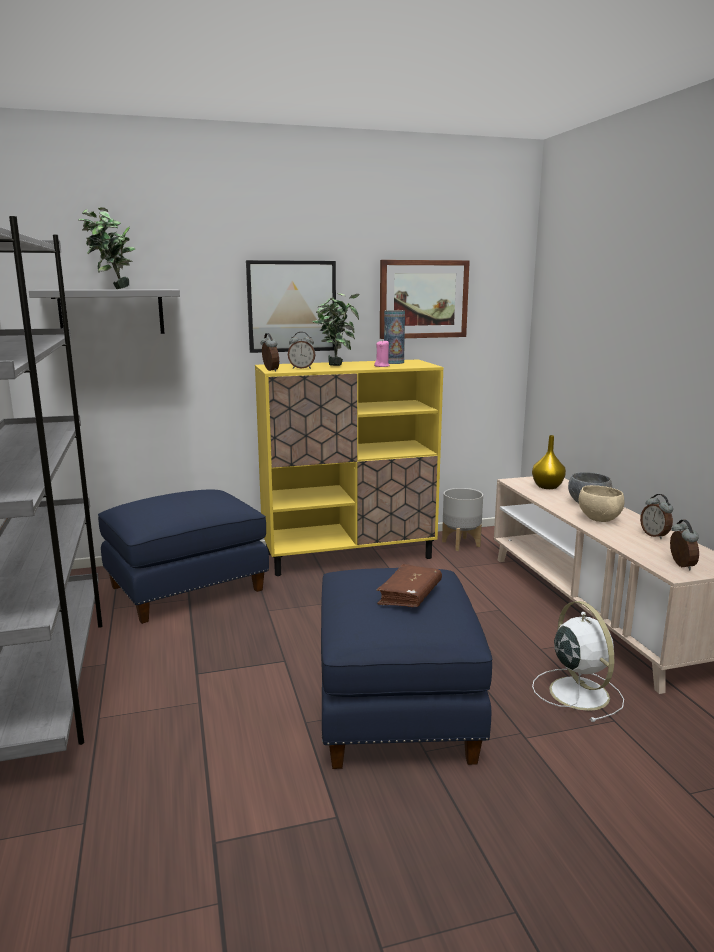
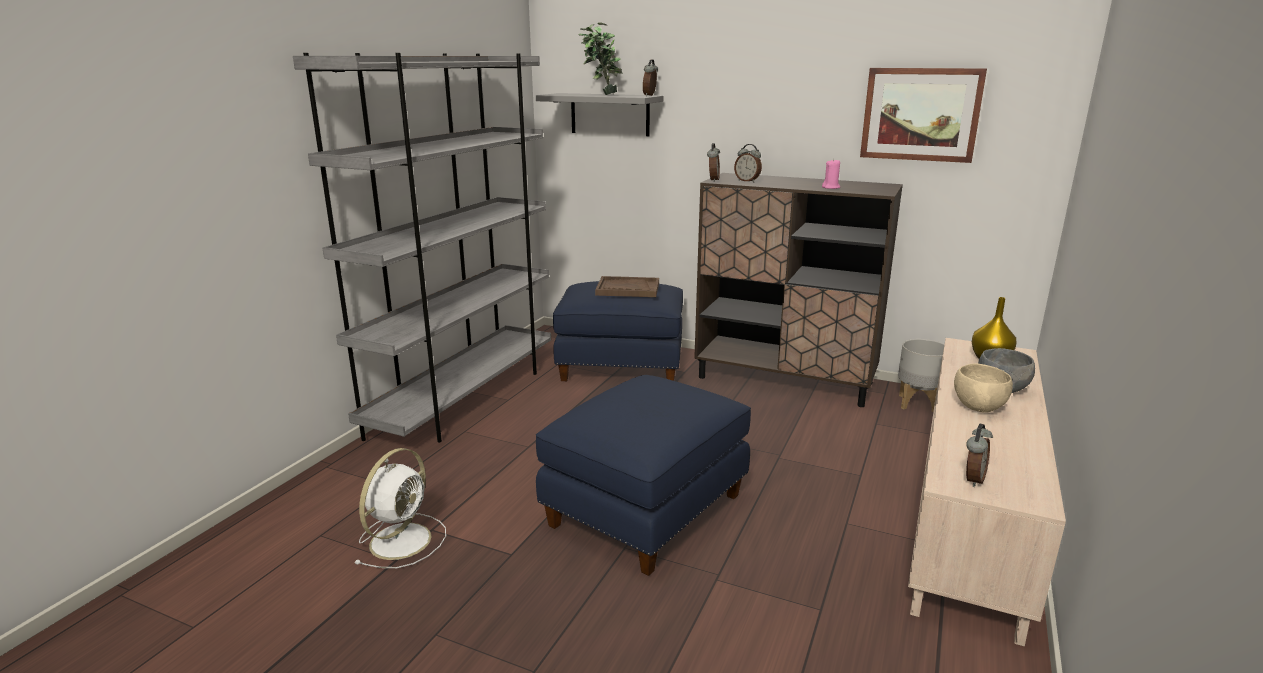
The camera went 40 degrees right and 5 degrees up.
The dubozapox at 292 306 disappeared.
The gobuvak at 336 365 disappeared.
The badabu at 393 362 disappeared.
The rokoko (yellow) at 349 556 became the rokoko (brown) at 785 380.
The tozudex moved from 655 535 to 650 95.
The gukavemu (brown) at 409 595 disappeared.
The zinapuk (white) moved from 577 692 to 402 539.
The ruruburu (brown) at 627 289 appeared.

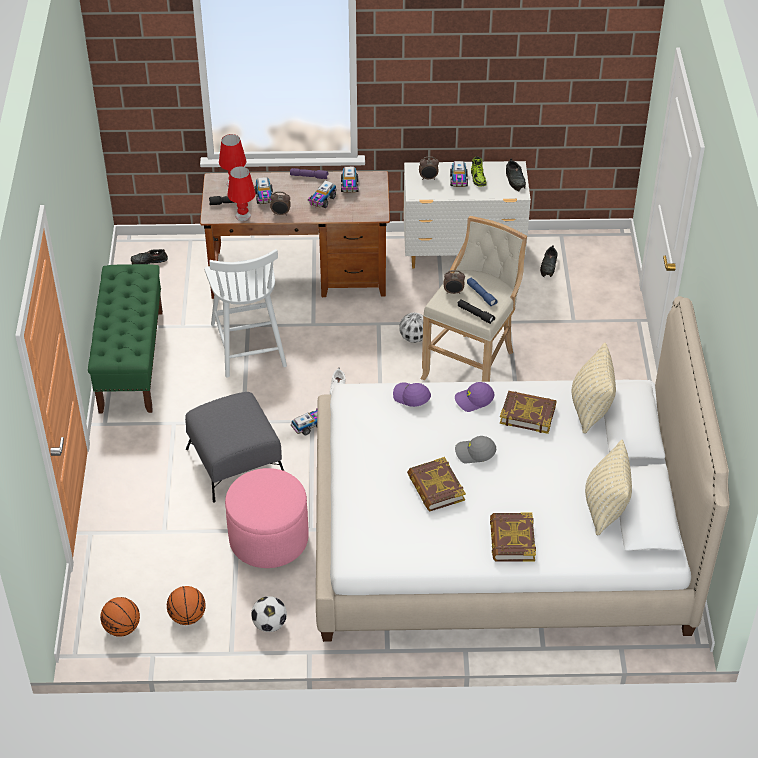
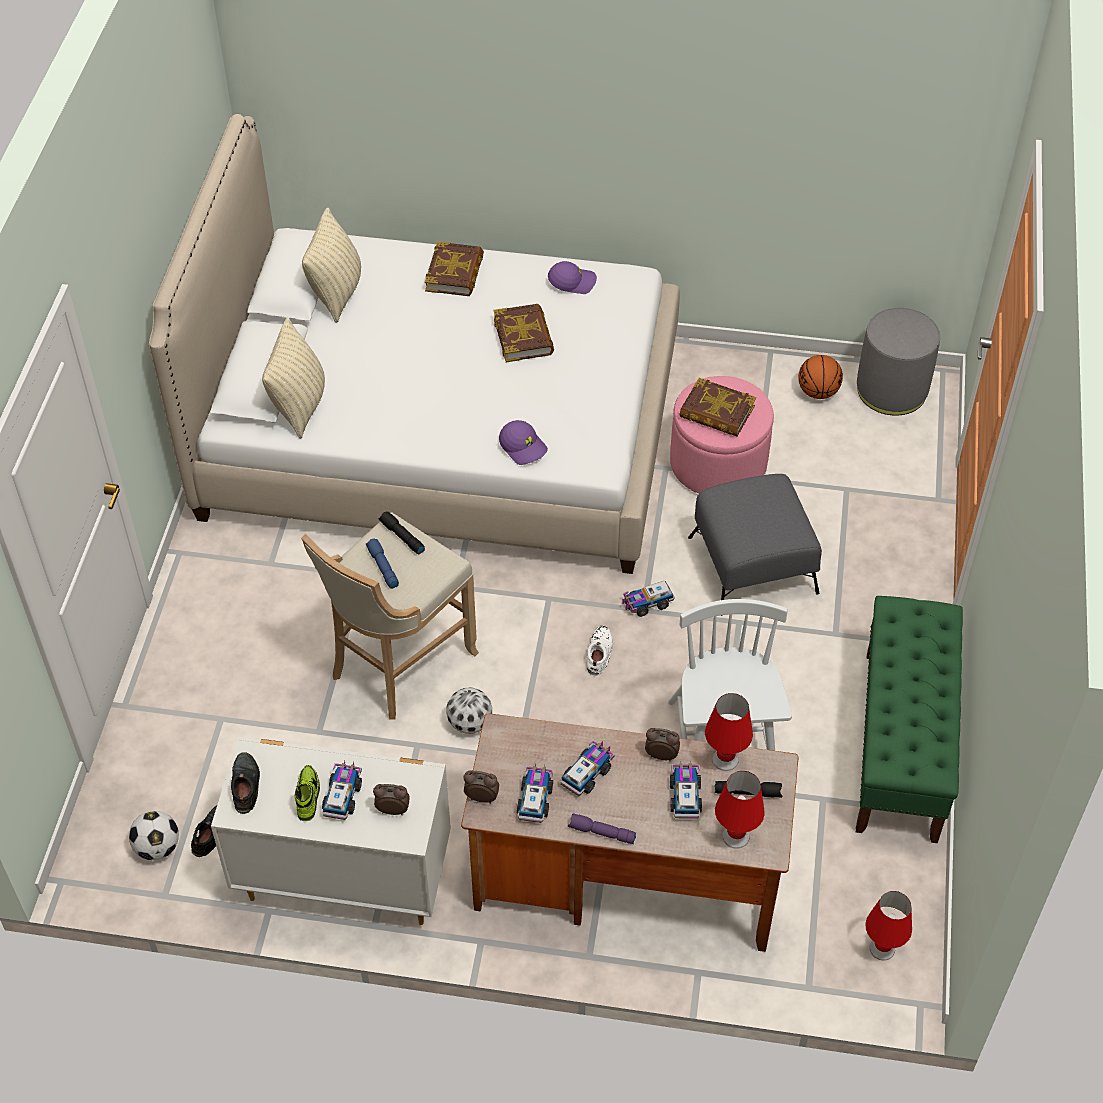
The camera went 170 degrees left and 5 degrees up.
The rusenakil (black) at 148 260 was replaced by the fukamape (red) at 882 948.
The tozudex moved from 453 292 to 482 797.
The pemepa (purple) moved from 474 400 to 572 281.
The gukavemu moved from 527 414 to 716 412.
The pemepa (grey) at 475 453 disappeared.
The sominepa moved from 269 624 to 157 847.
The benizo at 122 628 was replaced by the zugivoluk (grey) at 892 390.

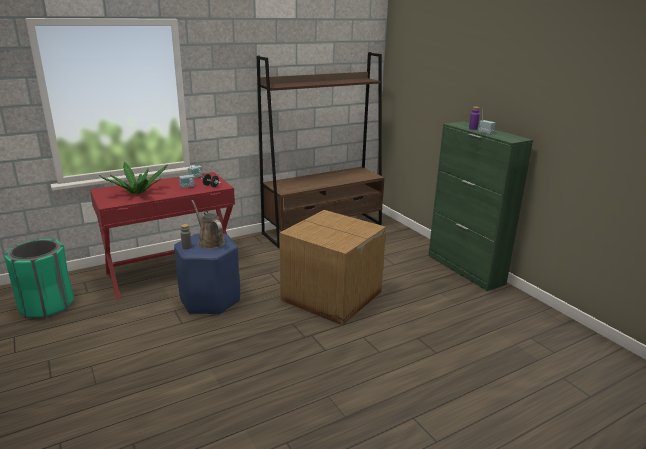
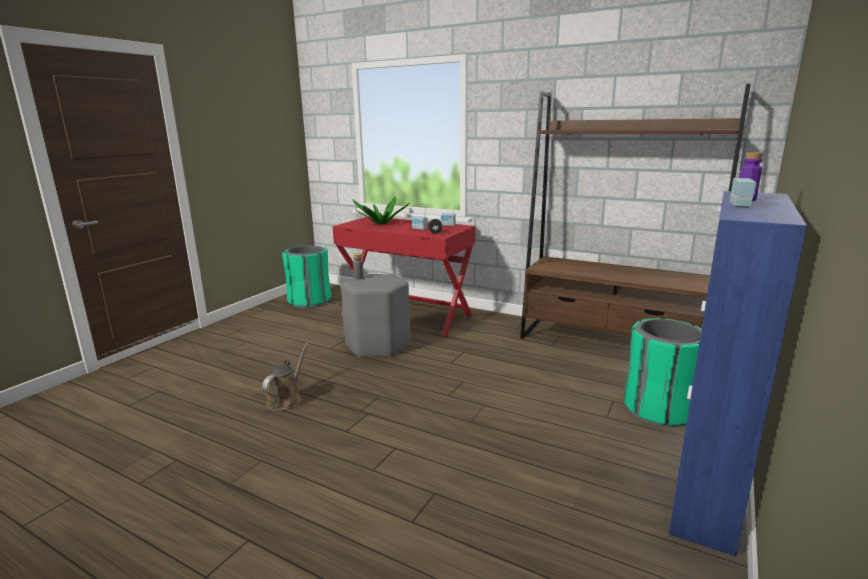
The camera went 60 degrees right and 5 degrees down.
The rokoko (green) at 465 269 became the rokoko (blue) at 705 488.
The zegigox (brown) moved from 210 242 to 286 399.
The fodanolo at 332 297 disappeared.
The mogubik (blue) at 210 300 became the mogubik (grey) at 377 345.
The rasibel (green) at 659 409 appeared.

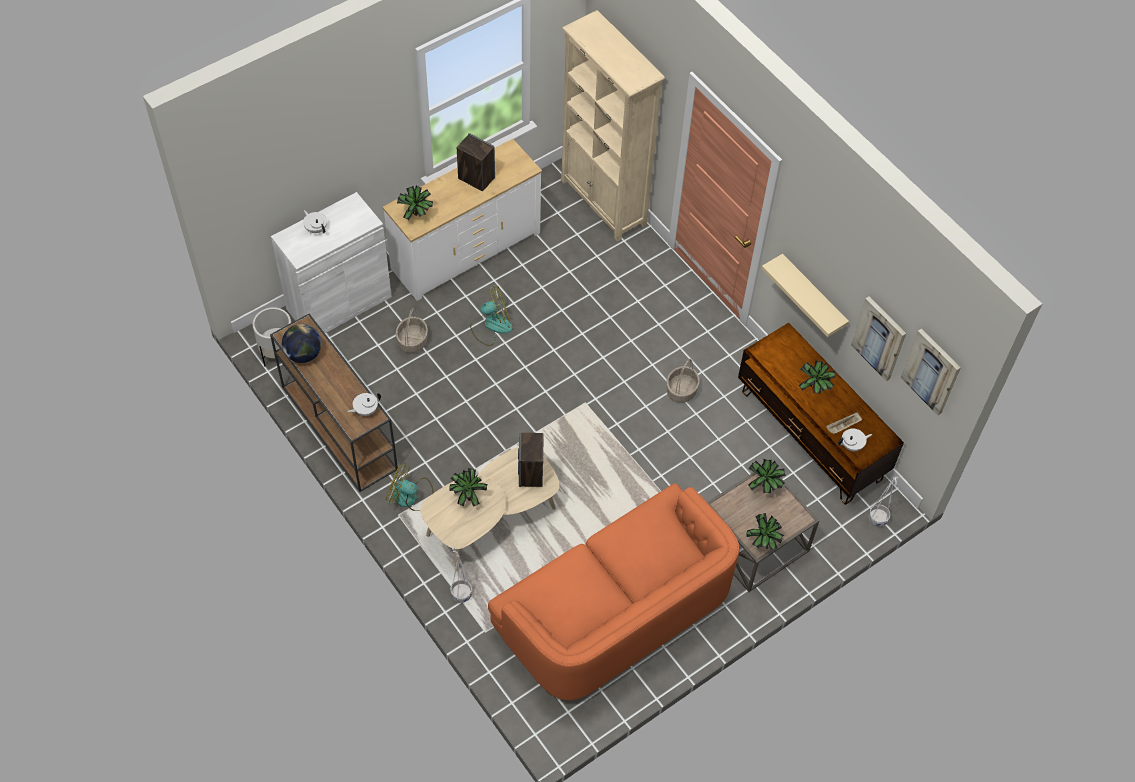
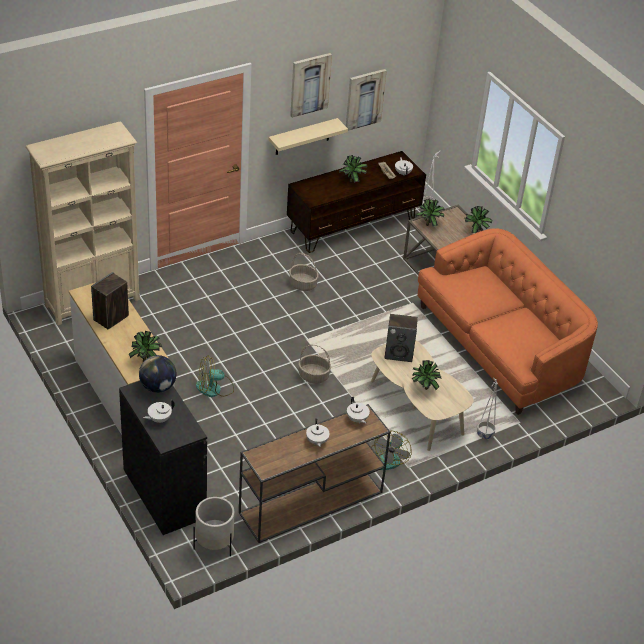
The camera went 85 degrees left and 15 degrees down.
The rokoko (white) at 339 303 became the rokoko (black) at 164 493.
The zinapuk at 491 326 turned 90 degrees counterclockwise.
The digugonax moved from 412 341 to 313 376.
The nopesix moved from 303 354 to 158 387.
The dubozapox moved from 931 371 to 310 84.
The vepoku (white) at 316 441 appeared.

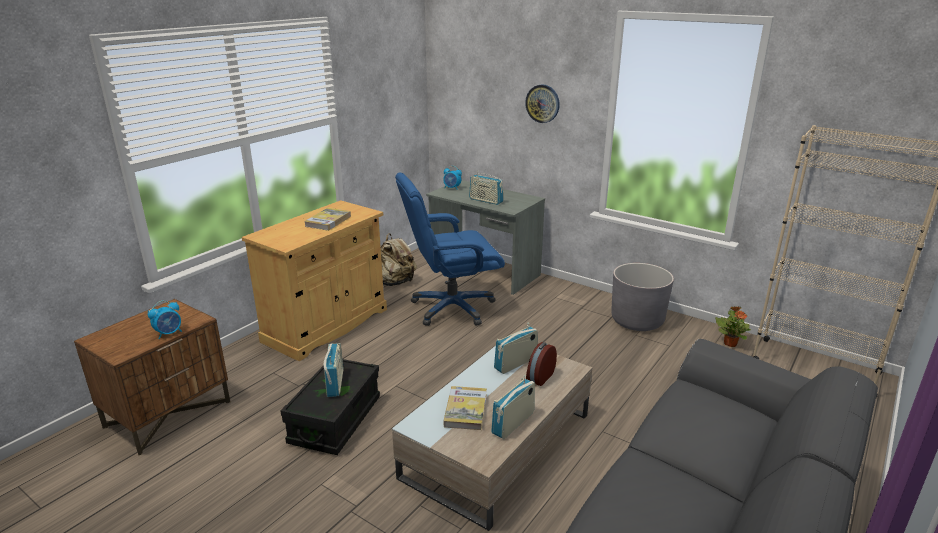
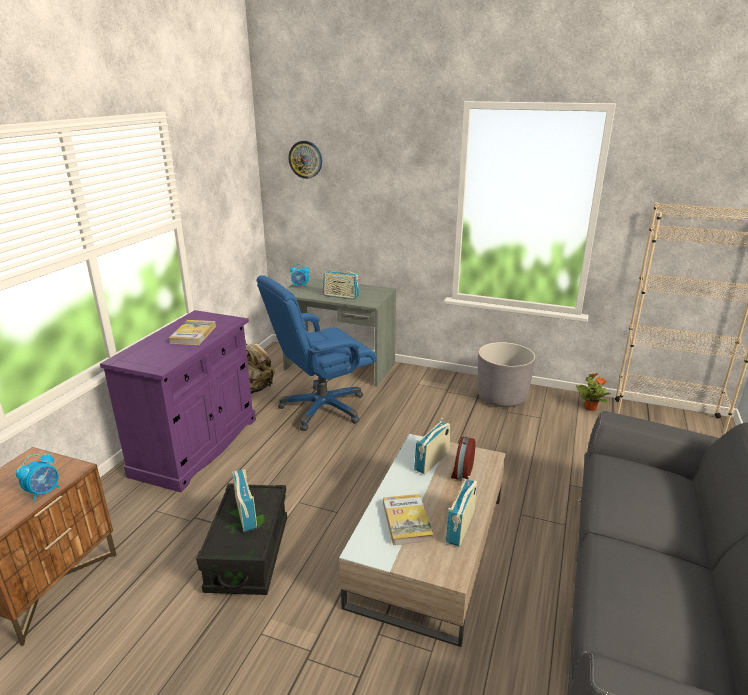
The camera went 15 degrees left and 0 degrees up.
The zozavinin moved from 542 103 to 305 159.
The rokoko (beige) at 326 325 became the rokoko (purple) at 196 446.

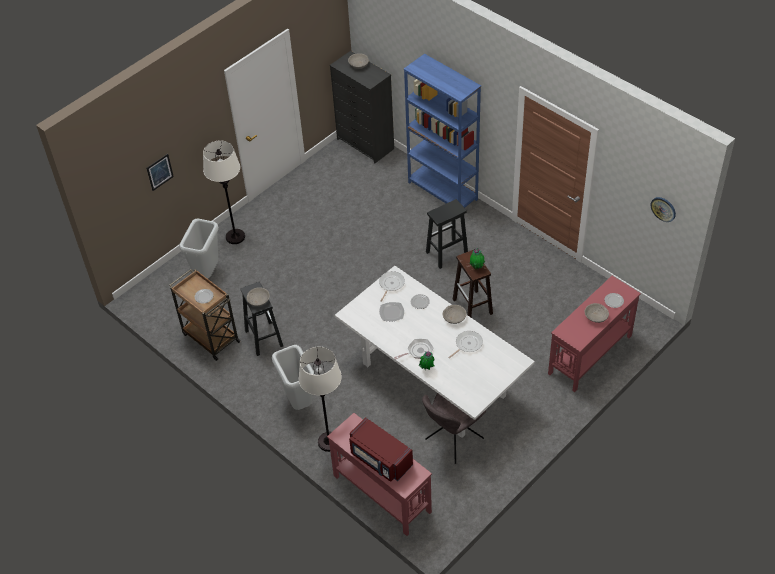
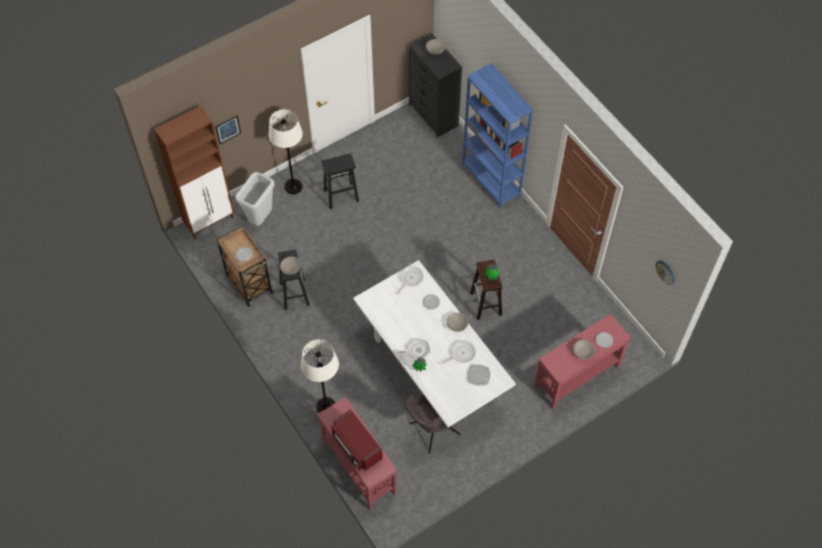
The camera went 10 degrees right and 10 degrees up.
The mogubik (black) moved from 446 254 to 340 196.
The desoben moved from 391 312 to 478 375.
The rasibel (grey) at 298 402 disappeared.
The rokoko (brown) at 210 221 appeared.

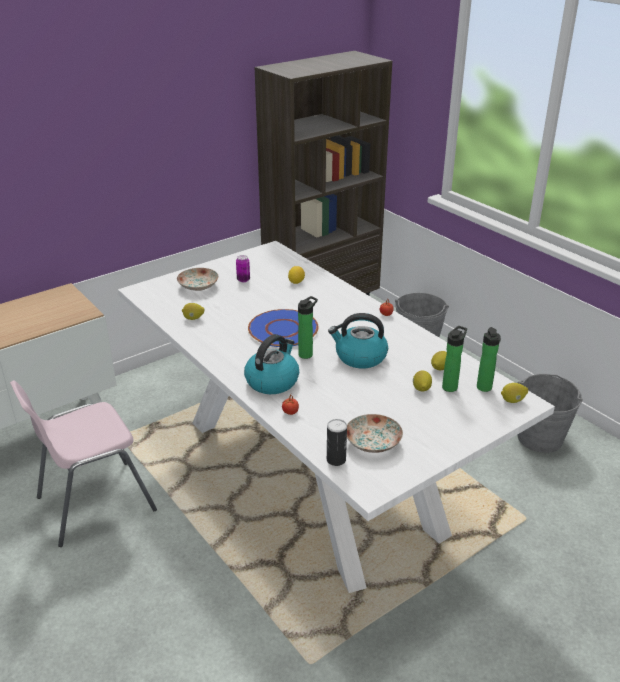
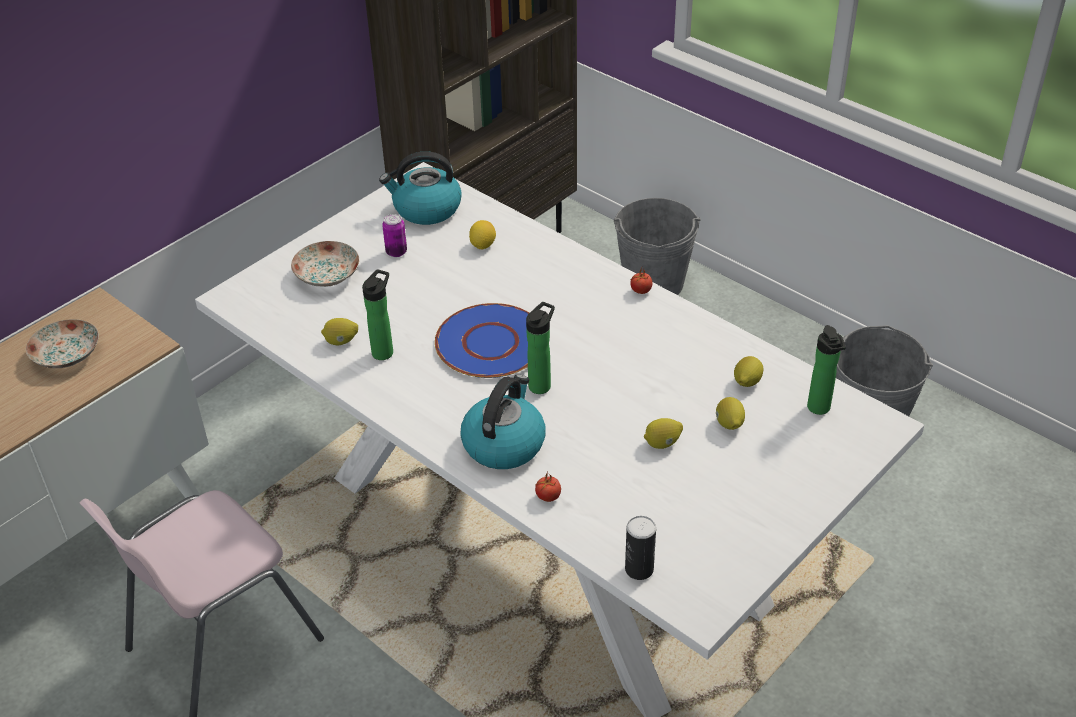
The camera went 10 degrees left and 10 degrees up.
The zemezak moved from 360 357 to 426 209.
The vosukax moved from 451 386 to 384 351.
The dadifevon moved from 512 400 to 662 443.
The desoben moved from 373 443 to 66 356.

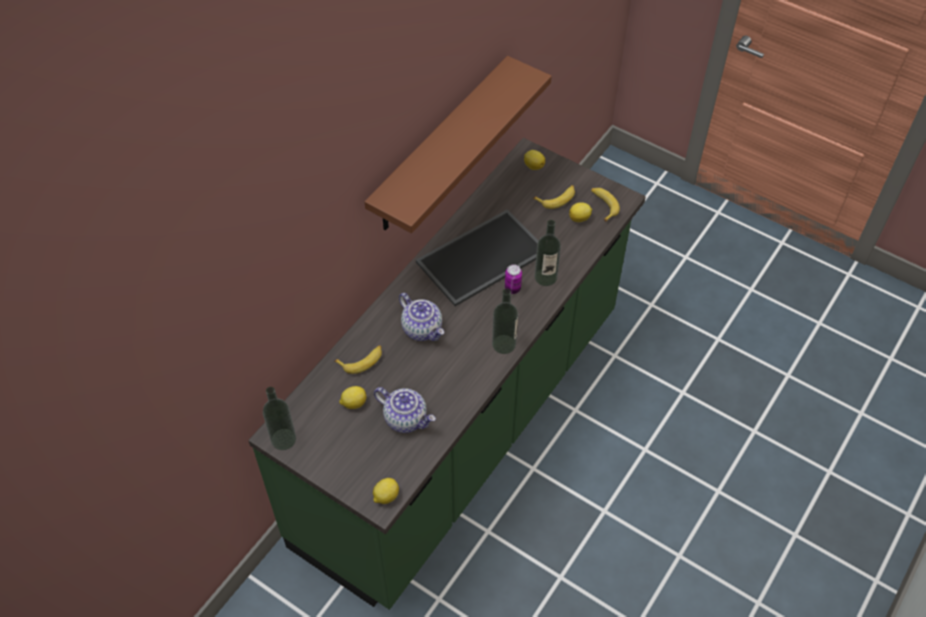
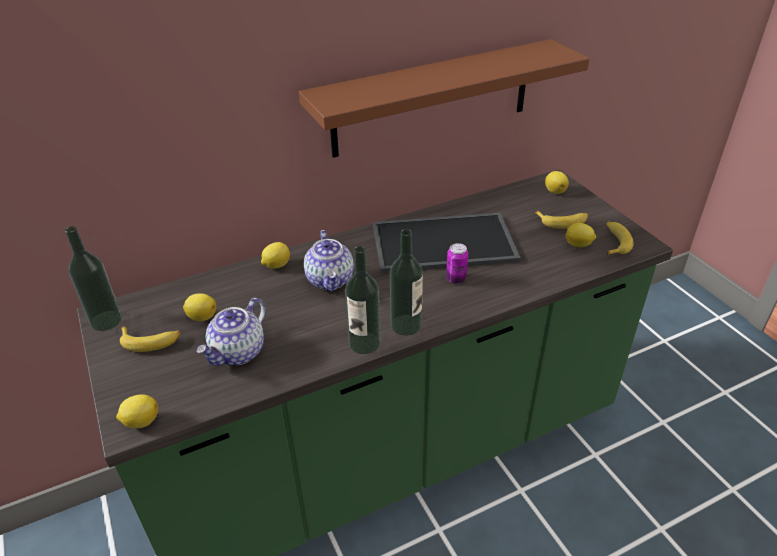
The camera went 30 degrees right and 15 degrees down.
The vosukax moved from 545 277 to 364 343.
The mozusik moved from 361 361 to 151 341.
The vepoku at 406 418 turned 60 degrees clockwise.
The dadifevon at 276 265 appeared.

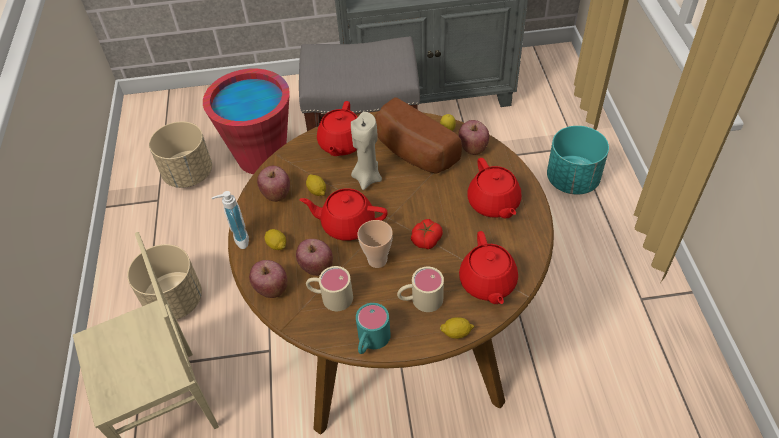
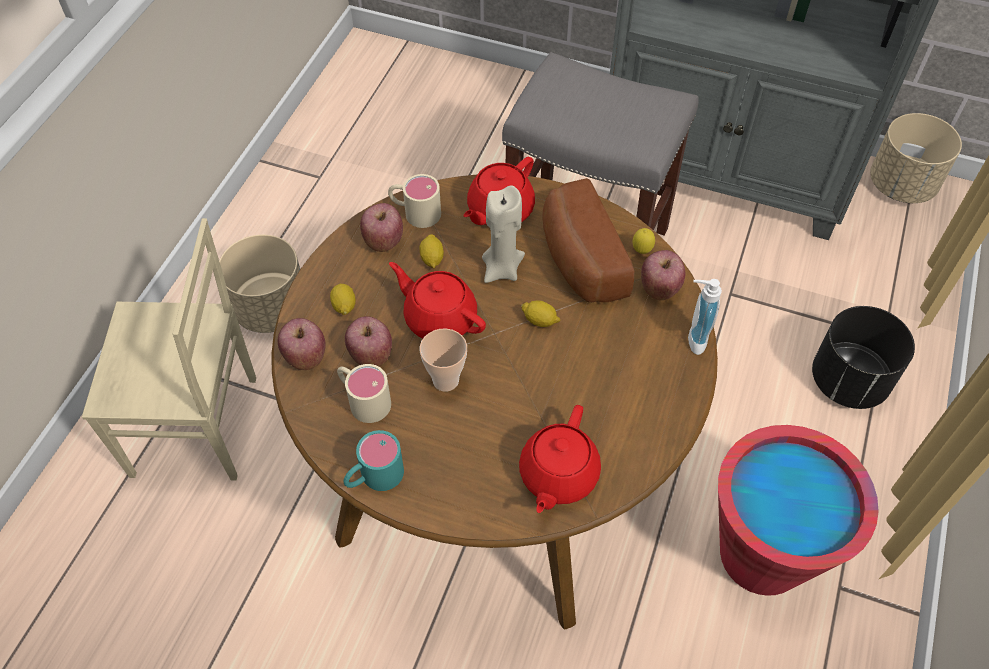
The camera went 25 degrees right and 5 degrees up.
The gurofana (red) moved from 261 157 to 762 554.
The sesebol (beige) moved from 189 174 to 902 185.
The sesebol (turquoise) at 572 180 became the sesebol (black) at 849 381.
The vepoku (red) at 493 204 disappeared.
The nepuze moved from 238 239 to 693 338.
The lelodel at 426 239 disappeared.
The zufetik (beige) moved from 420 300 to 415 212.
The dadifevon moved from 456 333 to 540 320.

